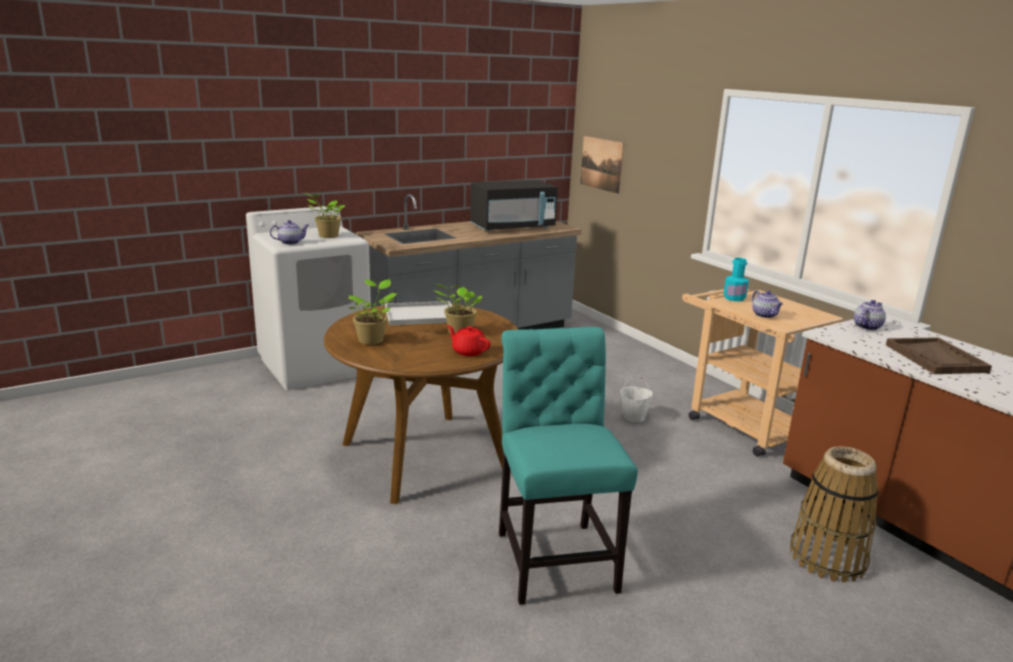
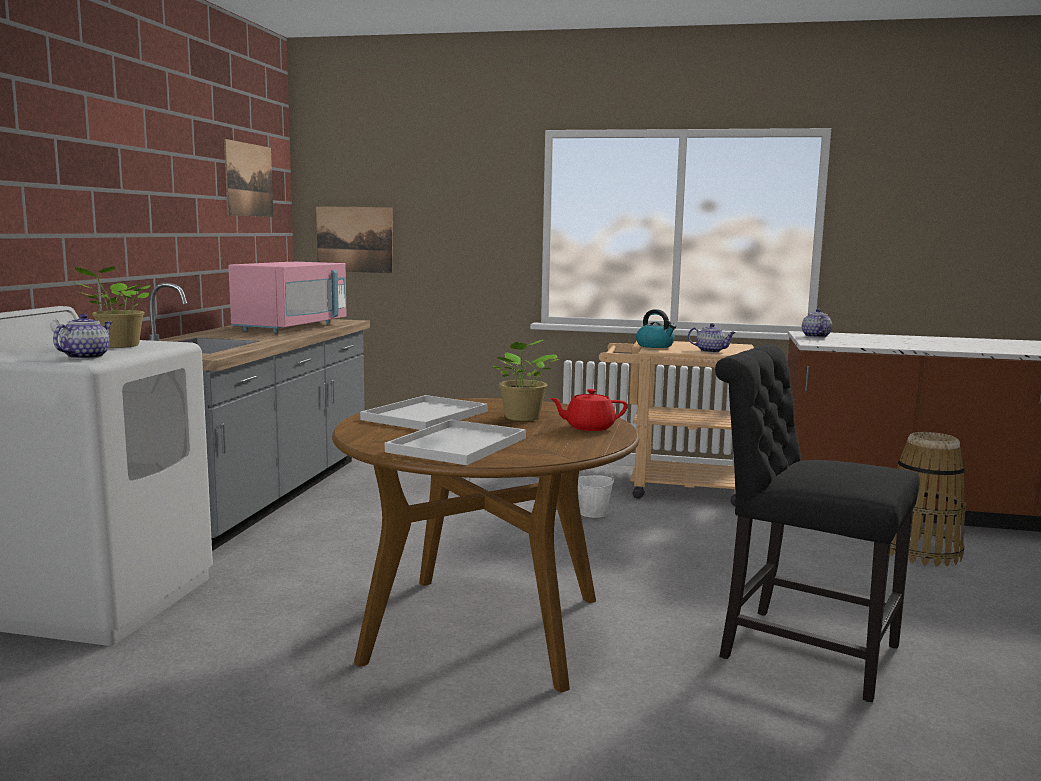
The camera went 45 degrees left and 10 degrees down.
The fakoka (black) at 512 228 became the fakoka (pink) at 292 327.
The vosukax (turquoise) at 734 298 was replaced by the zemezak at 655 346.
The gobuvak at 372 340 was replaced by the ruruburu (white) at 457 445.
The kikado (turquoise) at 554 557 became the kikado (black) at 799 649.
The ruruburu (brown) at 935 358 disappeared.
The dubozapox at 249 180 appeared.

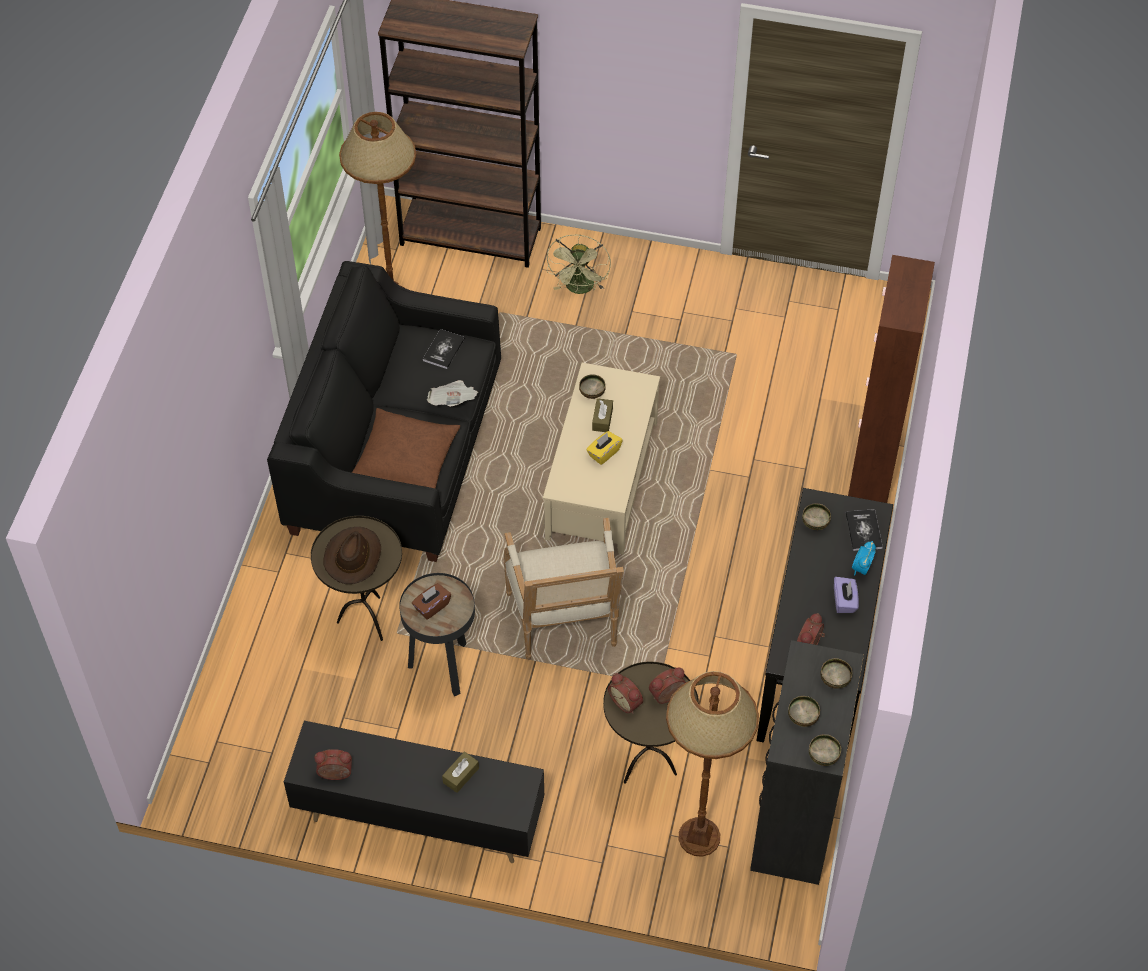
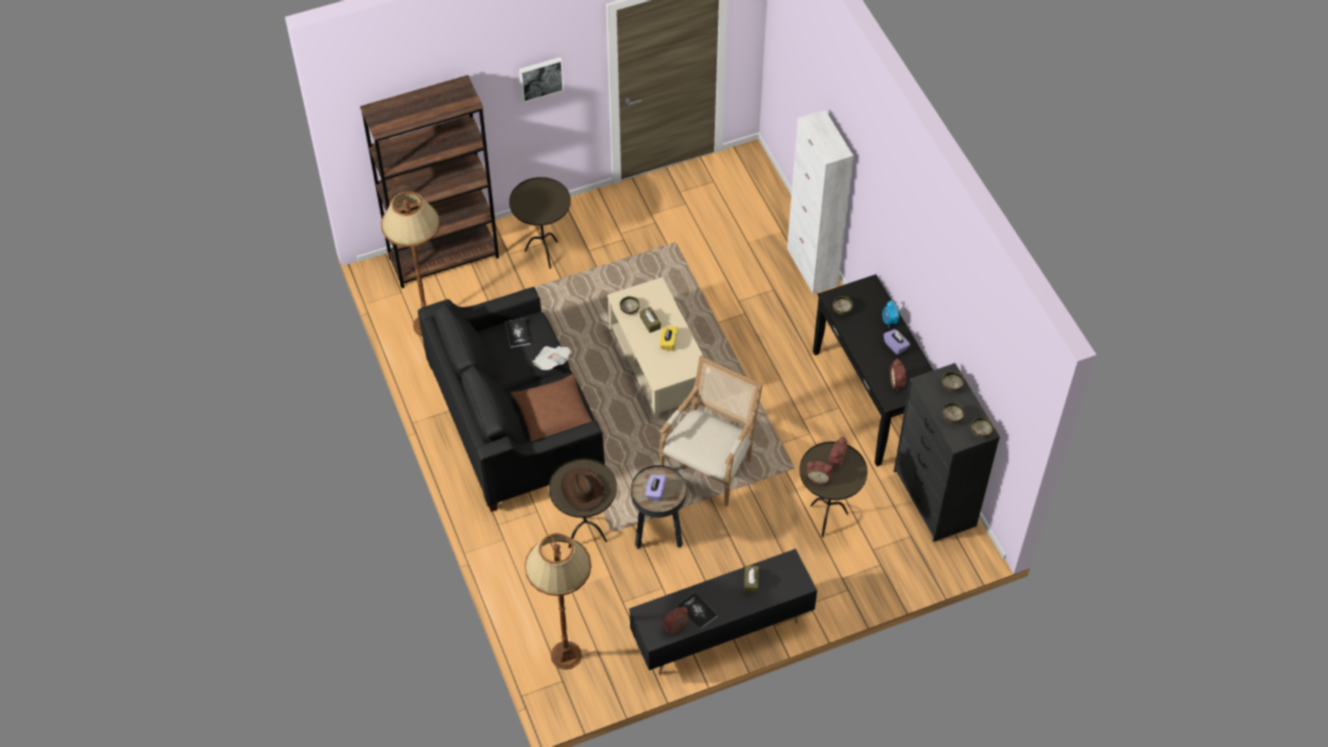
The camera went 35 degrees left and 0 degrees up.
The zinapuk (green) at 580 289 was replaced by the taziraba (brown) at 544 253.
The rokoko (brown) at 872 468 became the rokoko (white) at 812 267.
The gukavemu moved from 863 531 to 697 611.
The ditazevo at 565 624 turned 105 degrees counterclockwise.
The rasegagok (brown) at 432 606 became the rasegagok (purple) at 655 492.
The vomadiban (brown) moved from 699 836 to 565 655.
The dubozapox at 540 78 appeared.

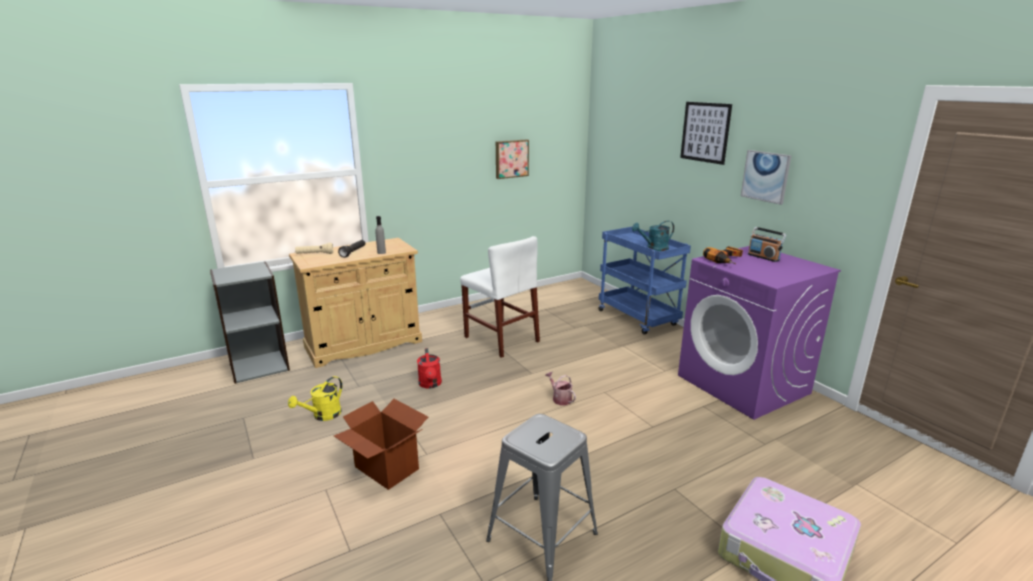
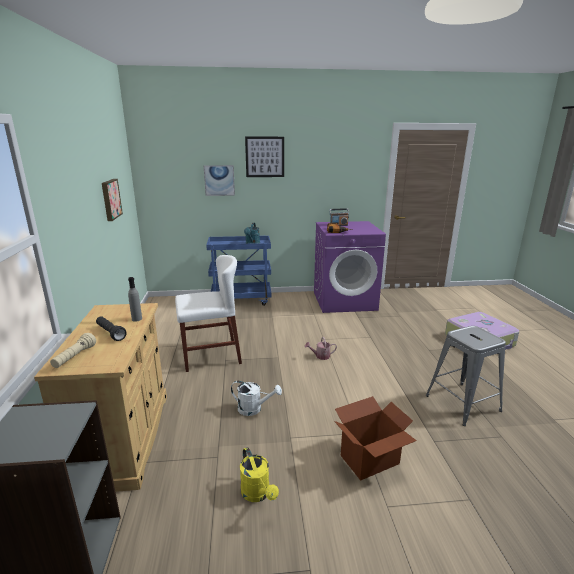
The camera went 65 degrees left and 0 degrees up.
The dubozapox moved from 765 176 to 219 180.
The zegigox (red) at 430 384 became the zegigox (white) at 254 409.

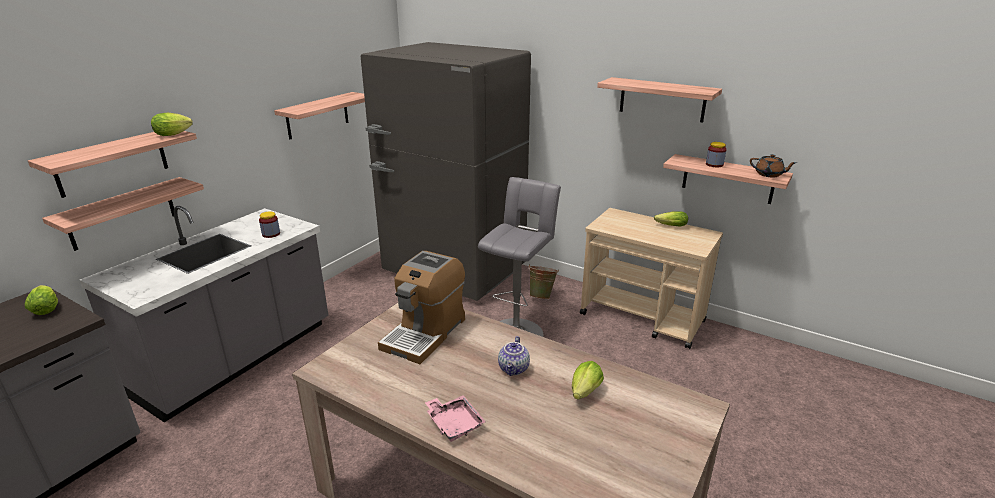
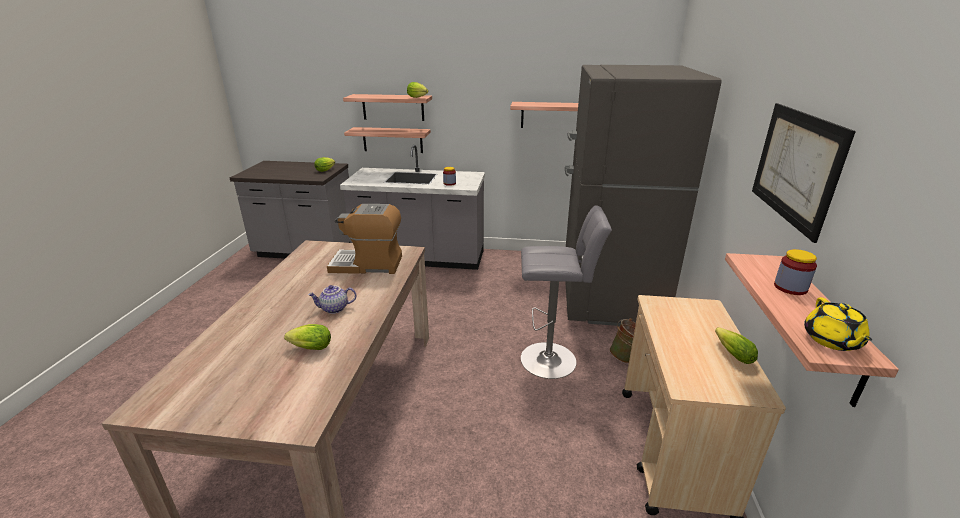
The camera went 65 degrees right and 0 degrees up.
The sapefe at 662 99 was replaced by the dubozapox at 795 166.
The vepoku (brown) at 769 174 became the vepoku (yellow) at 832 341.
The ruruburu (pink) at 454 423 disappeared.

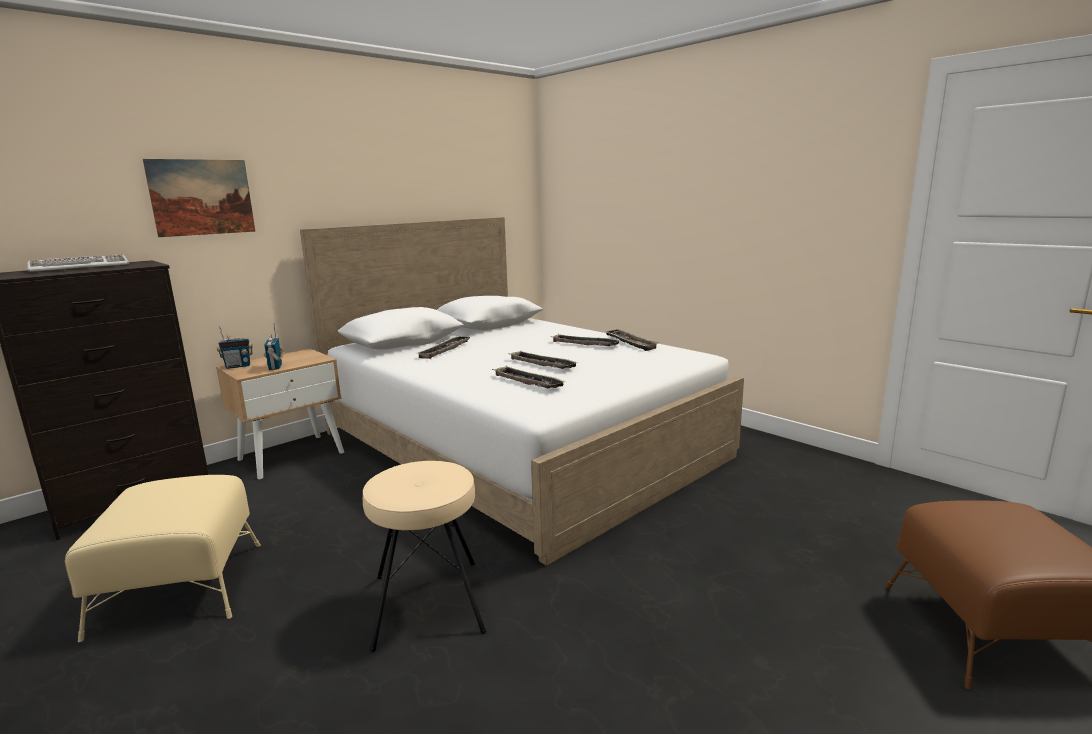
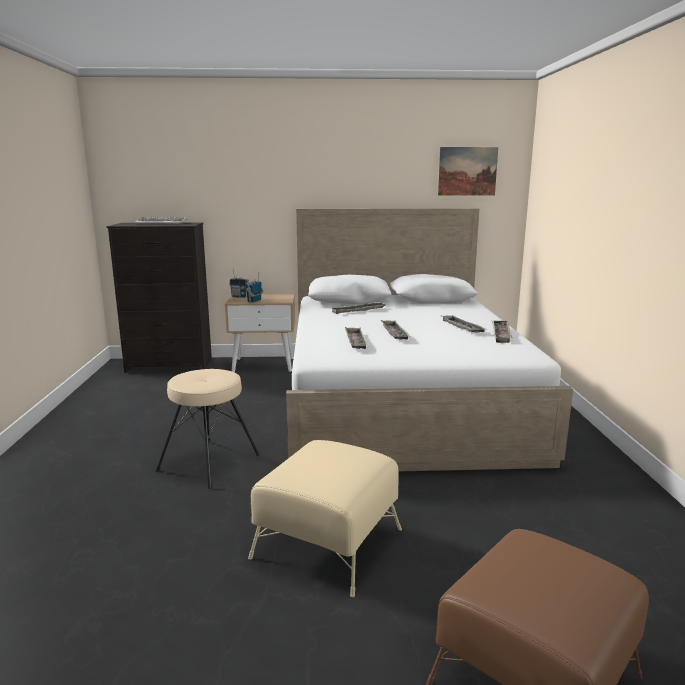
The camera went 40 degrees right and 0 degrees up.
The dubozapox moved from 202 197 to 467 171.
The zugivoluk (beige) moved from 178 588 to 326 543.

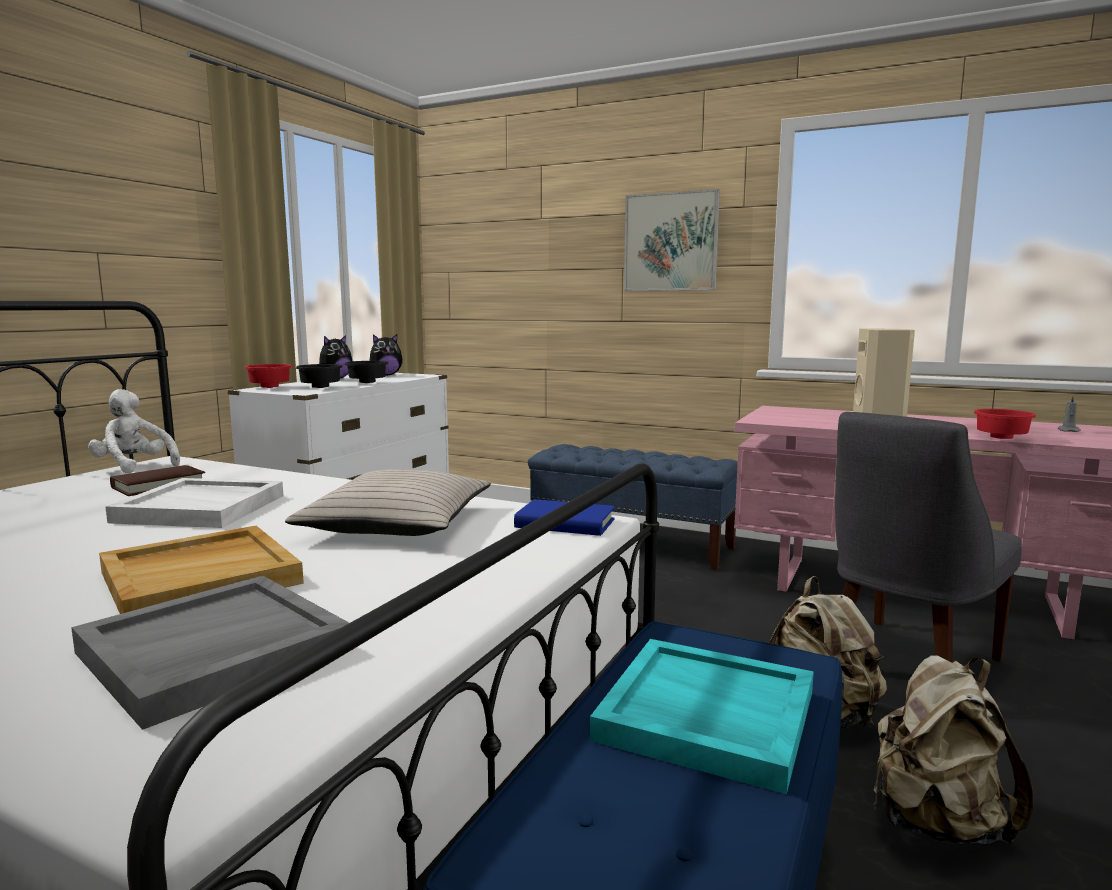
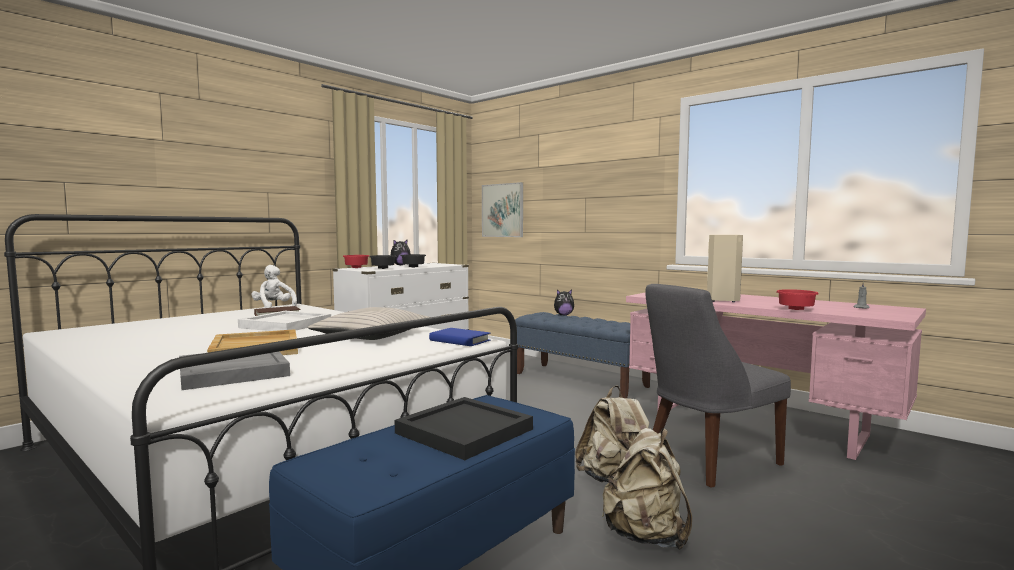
The camera went 15 degrees right and 5 degrees down.
The dubozapox moved from 670 242 to 502 210.
The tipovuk moved from 386 375 to 563 315.
The ruruburu (turquoise) at 704 716 became the ruruburu (black) at 463 431.

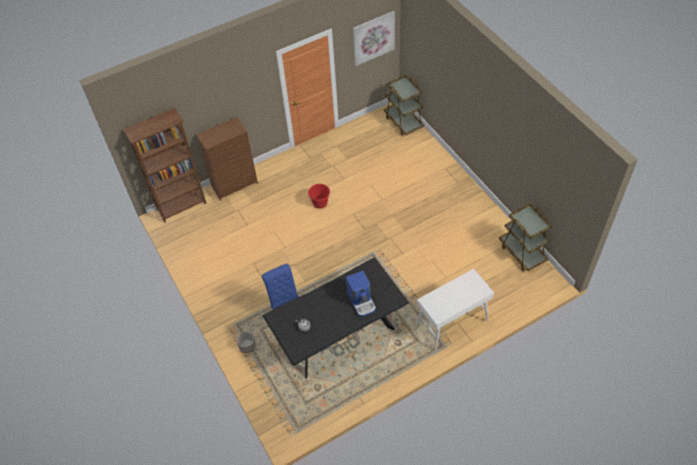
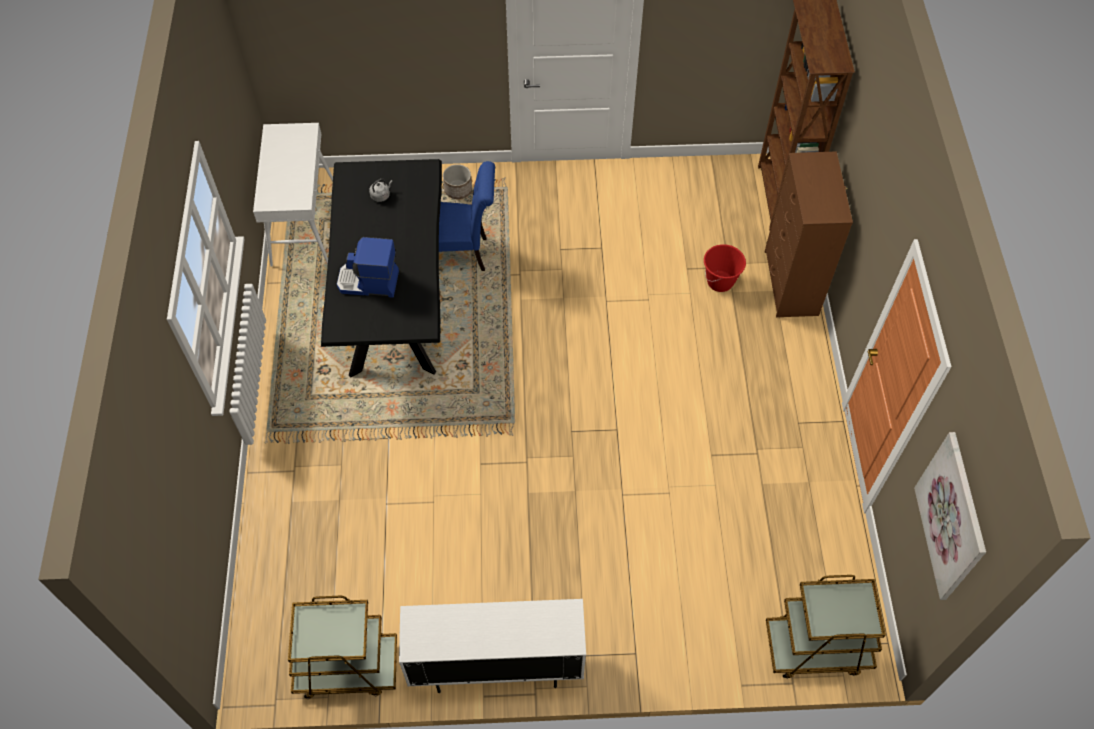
The camera went 115 degrees right and 5 degrees up.
The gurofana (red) moved from 320 203 to 720 282.
The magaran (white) moved from 451 323 to 303 222.
The rokoko (white) at 496 666 appeared.

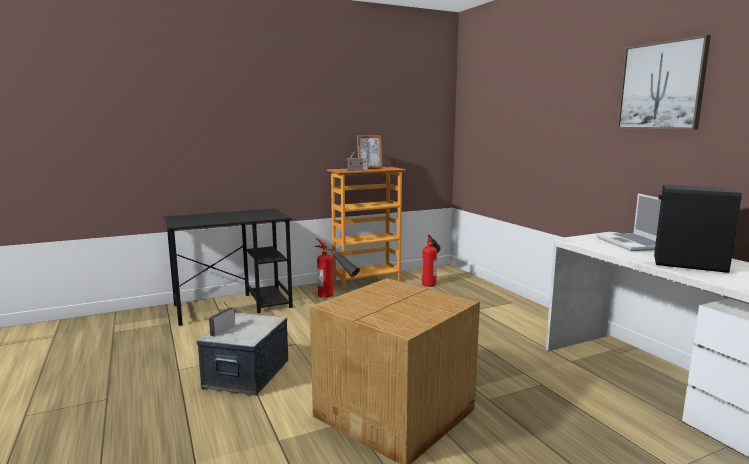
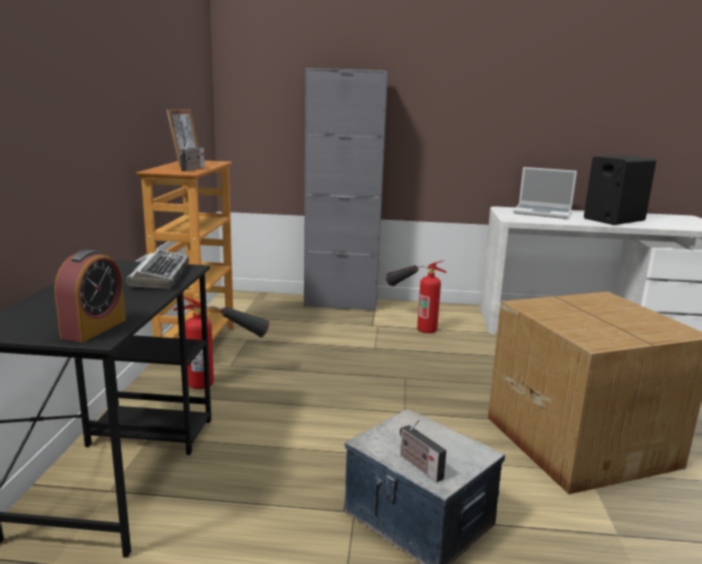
The camera went 60 degrees left and 5 degrees up.
The dubozapox at 661 86 disappeared.
The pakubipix moved from 431 280 to 412 324.
The rokoko (grey) at 341 303 appeared.
The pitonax at 160 276 appeared.
The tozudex at 94 328 appeared.

